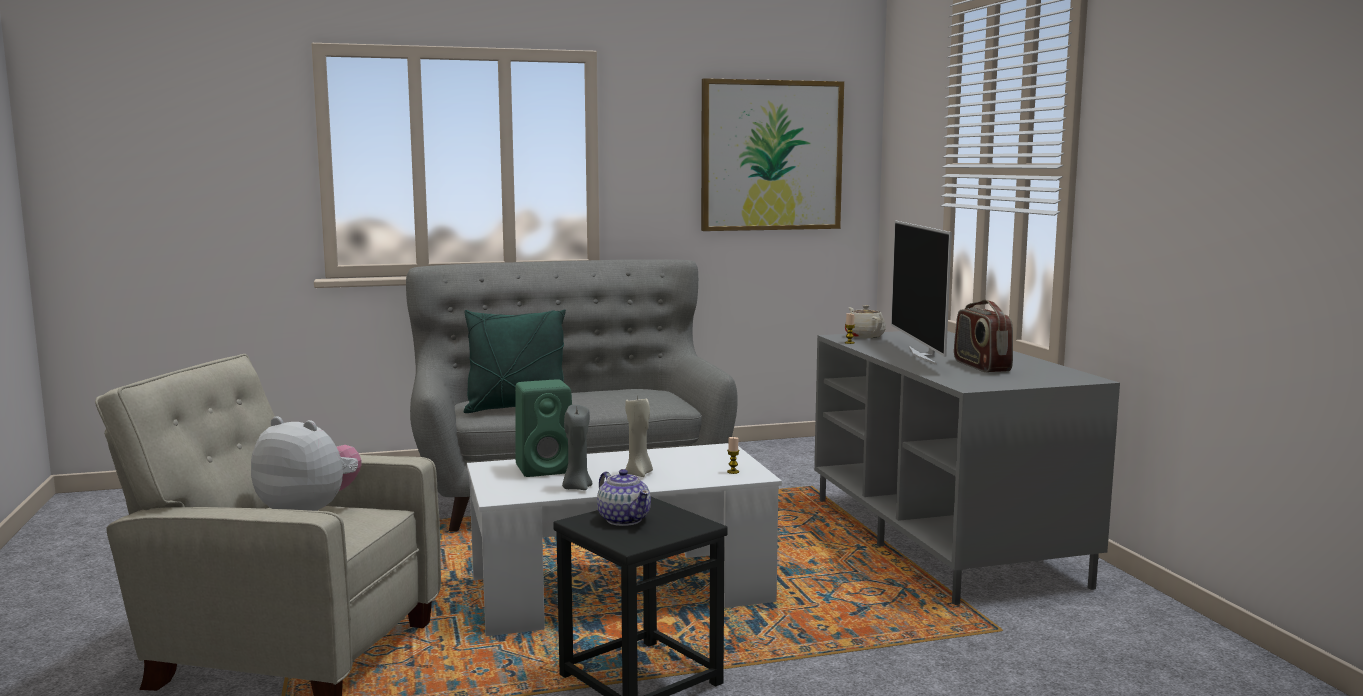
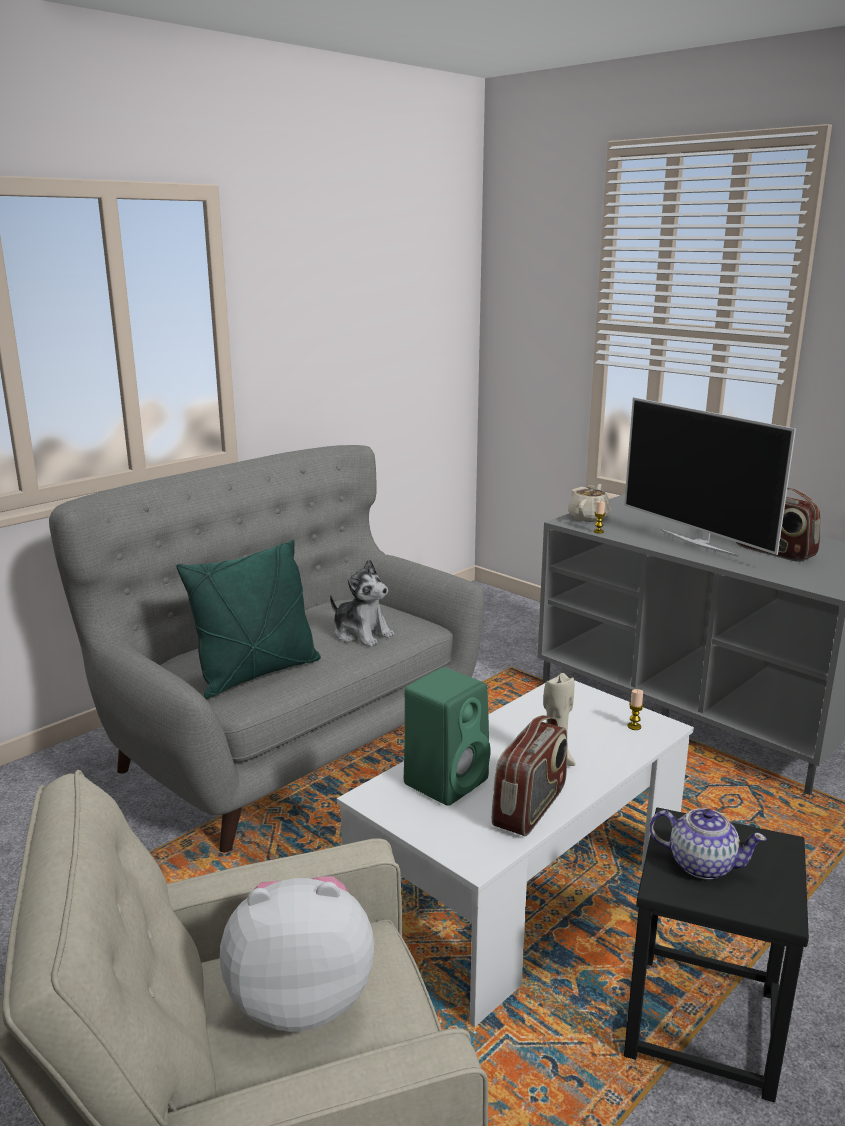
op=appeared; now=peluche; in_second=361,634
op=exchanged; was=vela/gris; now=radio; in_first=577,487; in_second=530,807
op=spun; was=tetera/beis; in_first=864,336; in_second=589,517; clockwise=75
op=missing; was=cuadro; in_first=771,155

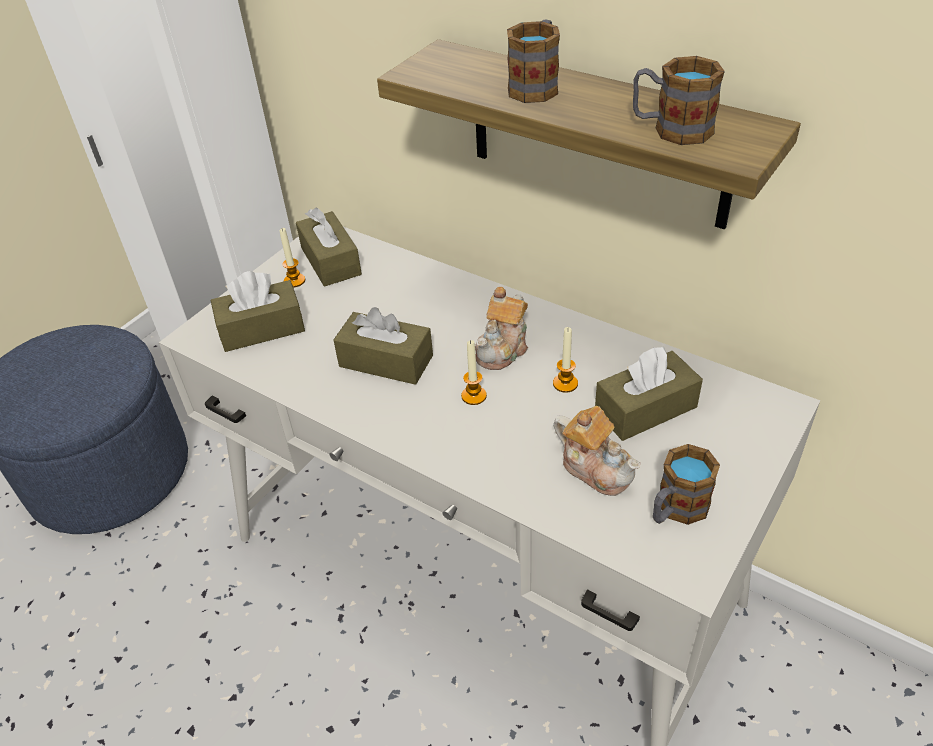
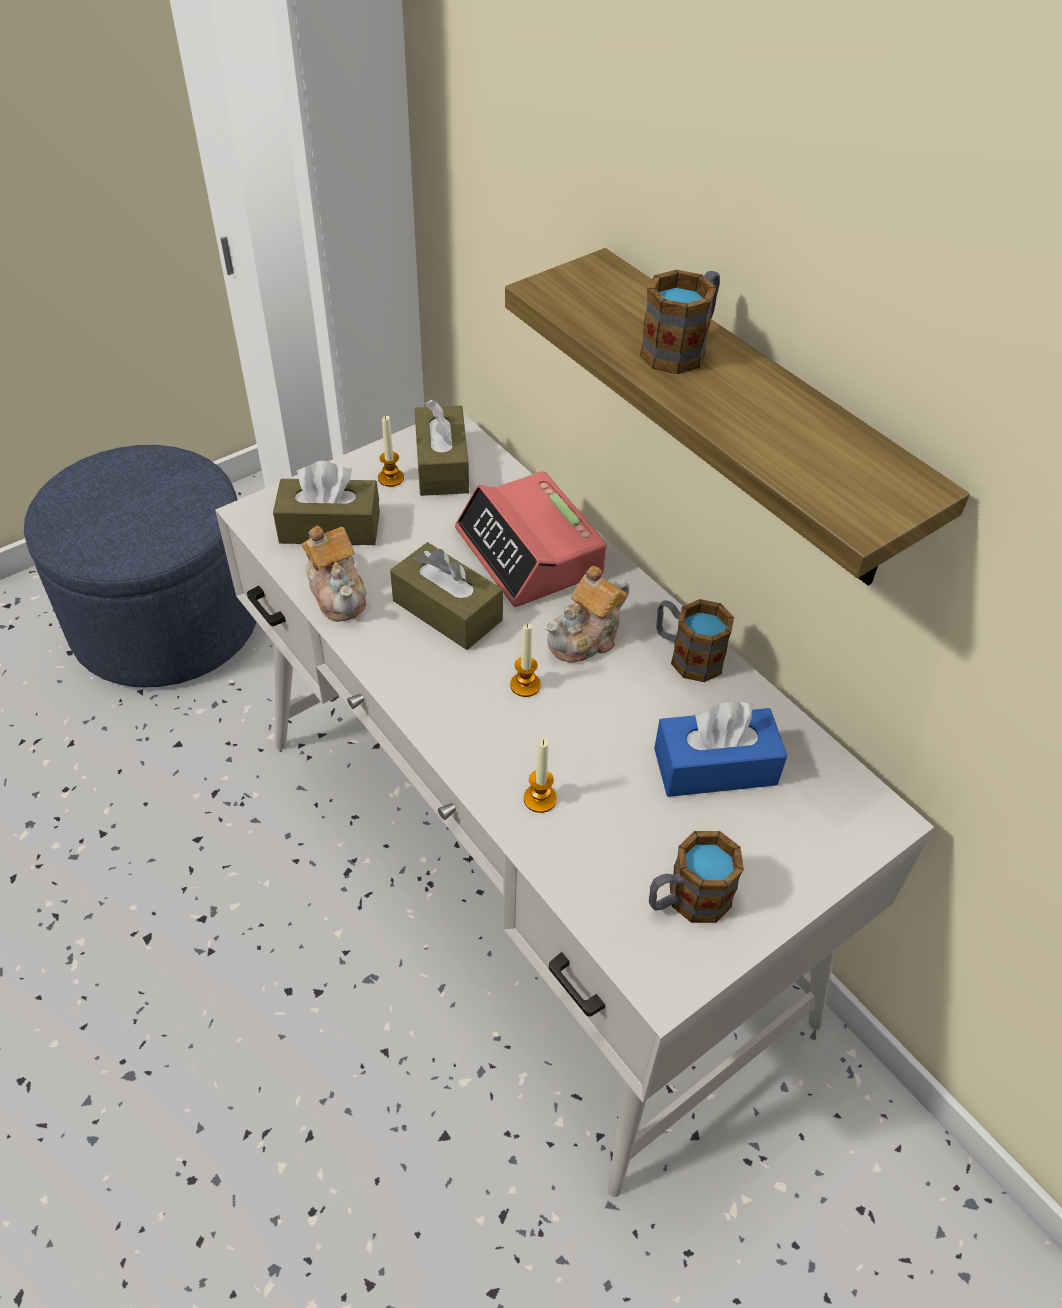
op=relocated; was=tetera; in_first=595,468; in_second=338,593
op=appeared; now=despertador; in_second=530,553
op=relocated; was=vela; in_first=565,383; in_second=540,799
op=colour; was=caja de pañuelos/marrón; now=caja de pañuelos/azul; in_first=645,409; in_second=715,766
op=relocated; was=taza grande; in_first=671,129; in_second=687,655

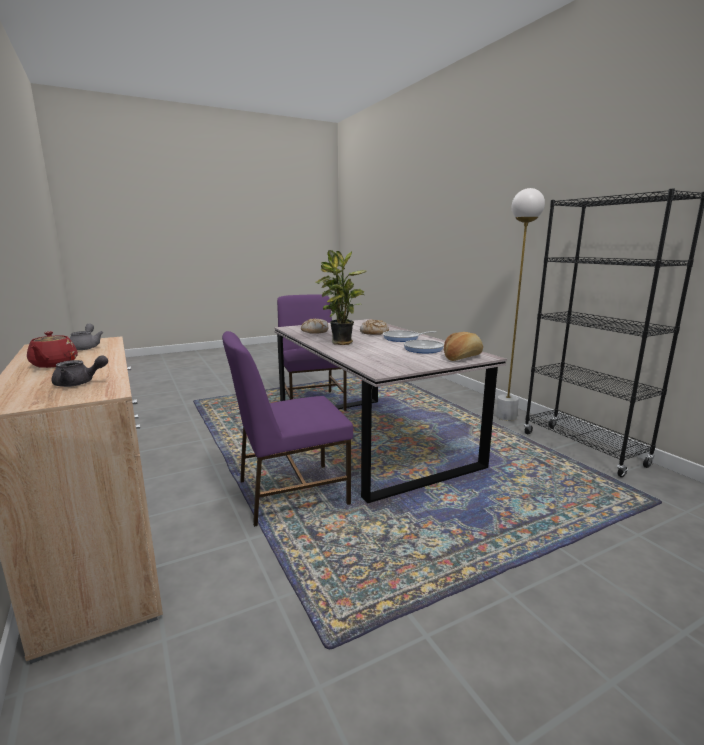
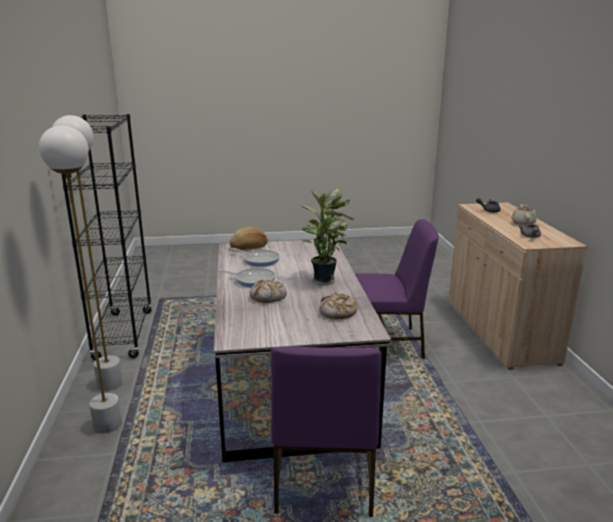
op=appeared; now=lámpara de pie/blanco; in_second=107,424
op=colour; was=tetera/rojo; now=tetera/beis; in_first=54,364; in_second=523,223

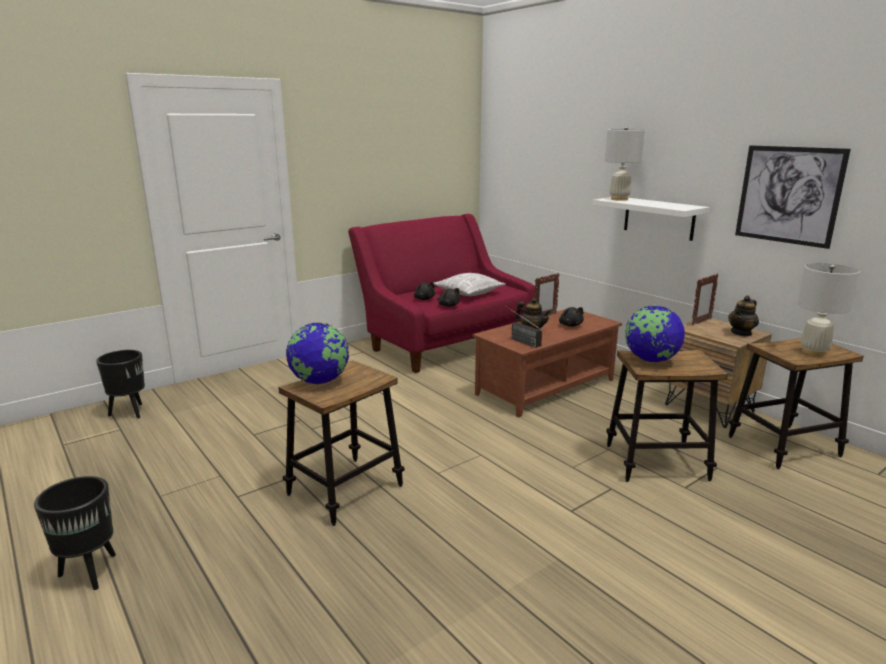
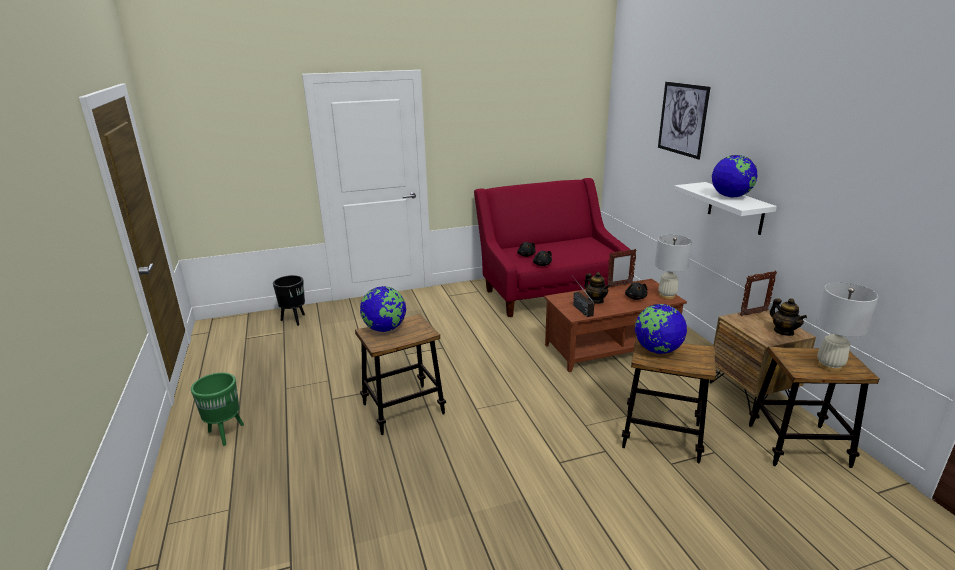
op=colour; was=maceta/negro; now=maceta/verde; in_first=90,572; in_second=225,433
op=relocated; was=lámpara de mesa/blanco; in_first=619,199; in_second=667,296
op=relocated; was=cuadro; in_first=788,195; in_second=682,119
op=appeared; now=globo terráqueo; in_second=730,196
op=spun; was=tetera; in_first=741,333; in_second=783,331; clockwise=-90
op=missing; was=cojín; in_first=469,293

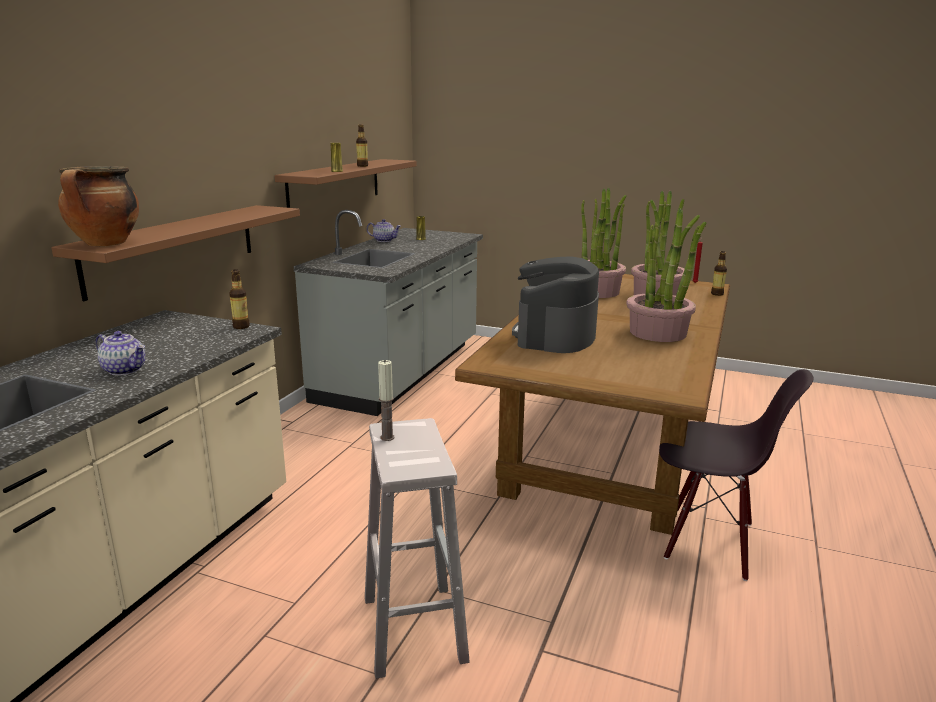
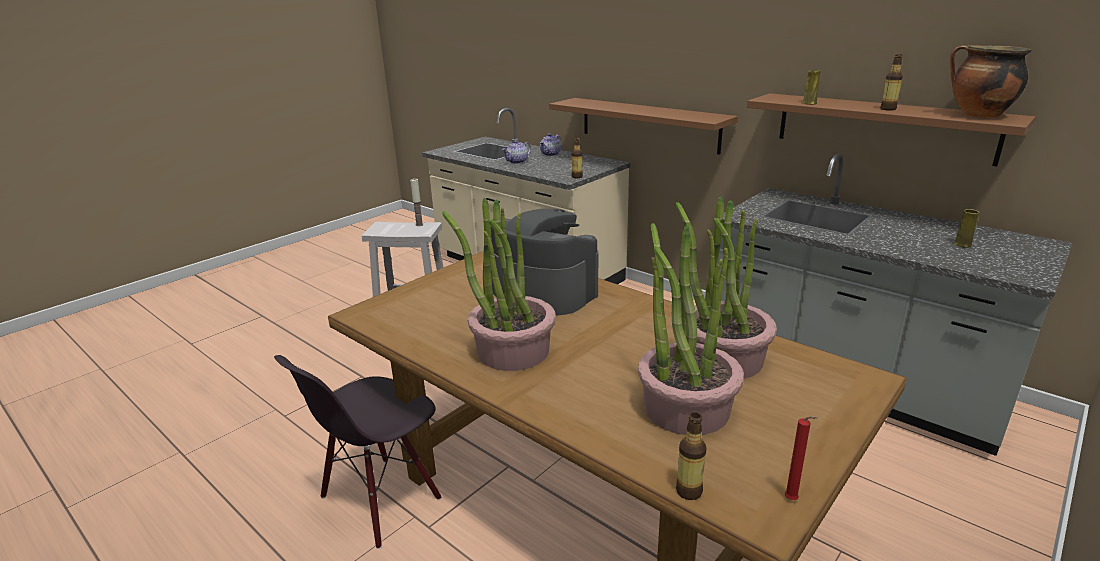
op=relocated; was=tetera; in_first=384,240; in_second=551,154
op=relocated; was=olla; in_first=106,244; in_second=978,115

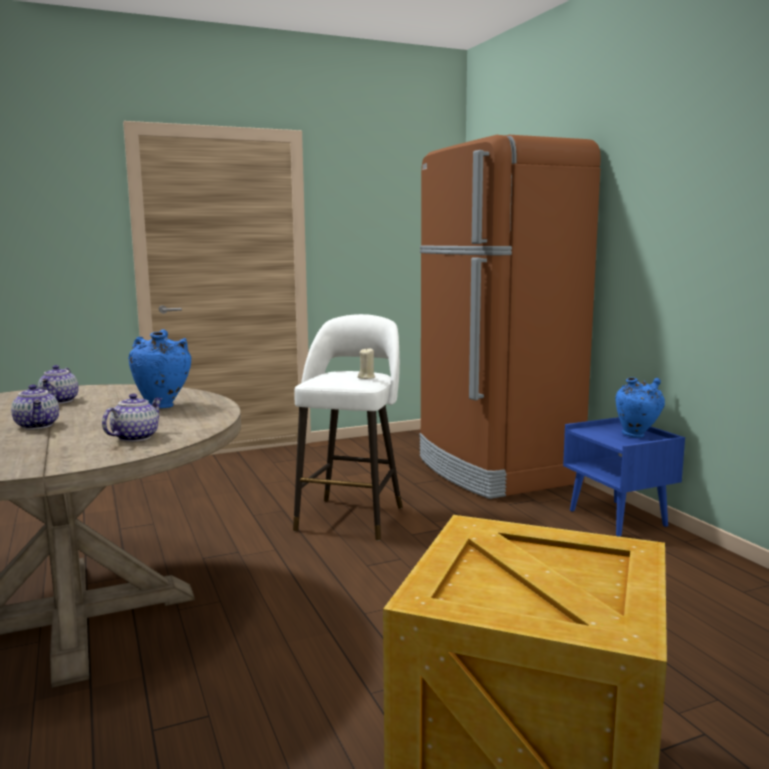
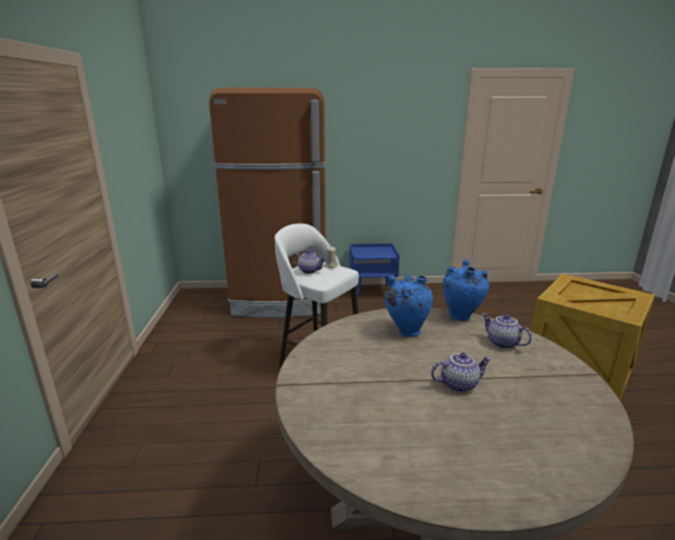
op=relocated; was=tetera; in_first=60,401; in_second=309,270
op=relocated; was=florero/azul; in_first=637,435; in_second=461,316

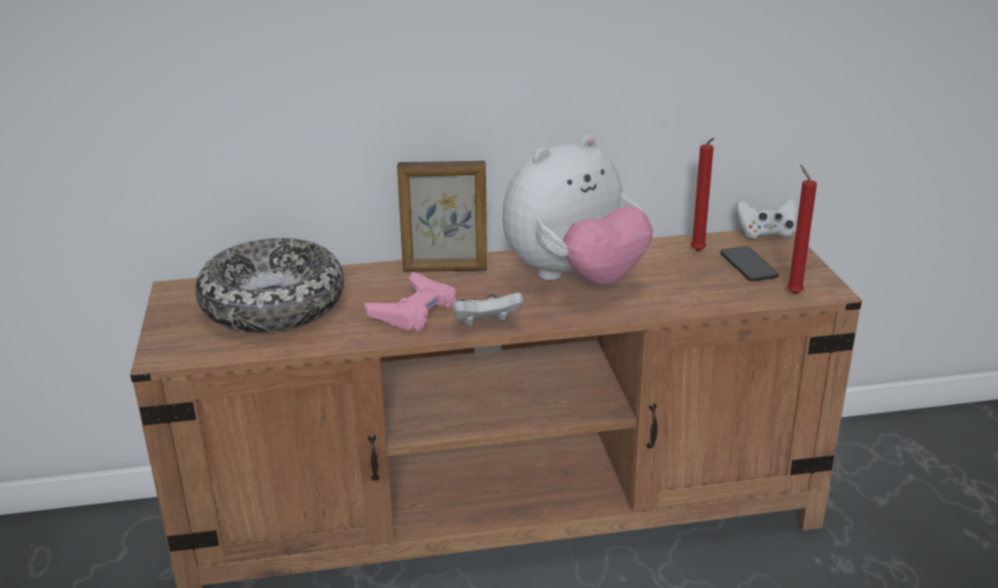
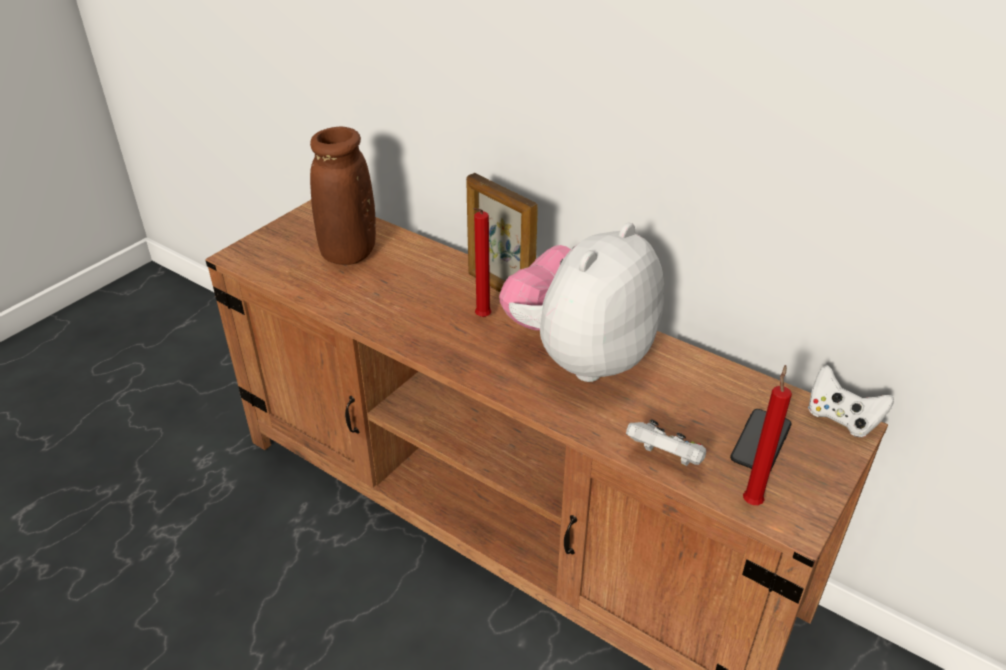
op=exchanged; was=cuenco; now=florero/marrón; in_first=273,305; in_second=349,253
op=relocated; was=vela/rojo; in_first=698,252; in_second=481,318
op=spun; was=peluche; in_first=574,278; in_second=580,357; clockwise=120
op=relocated; was=mando de consola/blanco; in_first=486,324; in_second=665,459
op=missing; was=mando de consola/rosa; in_first=414,310

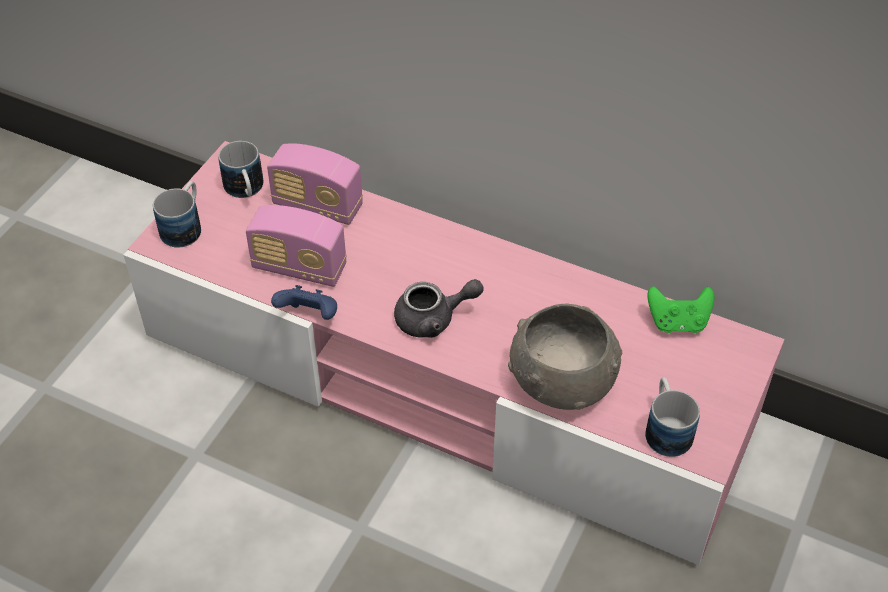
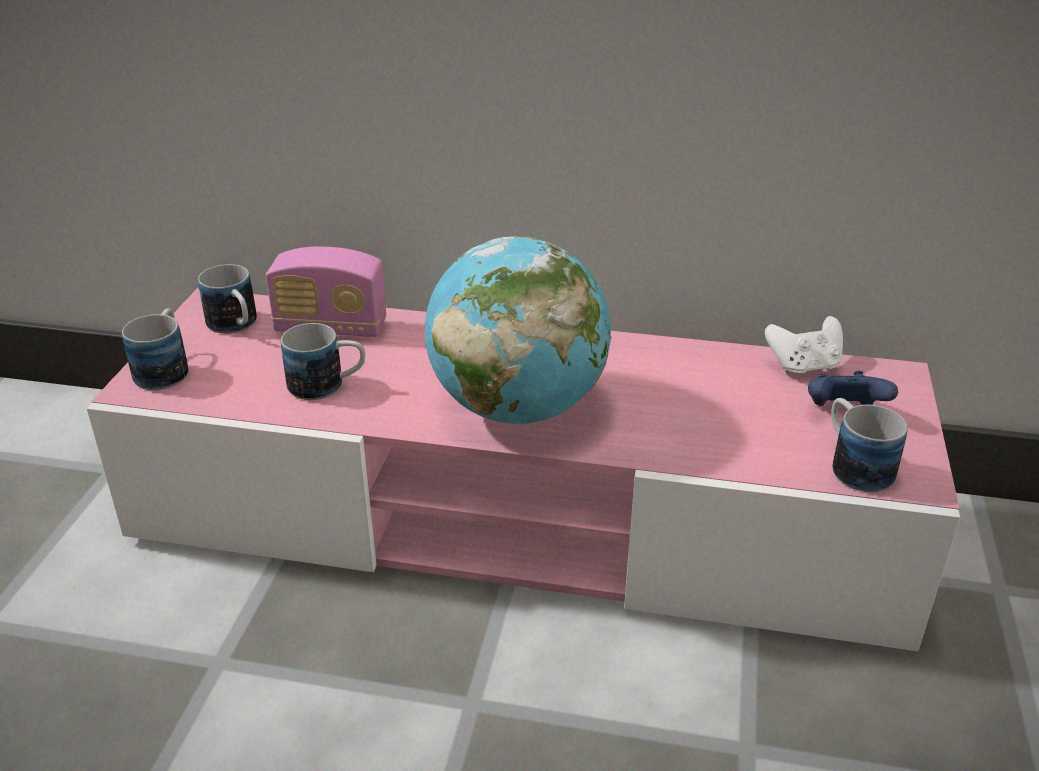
op=exchanged; was=radio; now=taza grande; in_first=299,268; in_second=328,385
op=exchanged; was=tetera/gris; now=globo terráqueo; in_first=433,319; in_second=517,408
op=colour; was=mando de consola/verde; now=mando de consola/blanco; in_first=677,322; in_second=803,366
op=relocated; was=mando de consola/azul; in_first=309,316; in_second=843,412
op=missing; was=cuenco/gris; in_first=562,380

